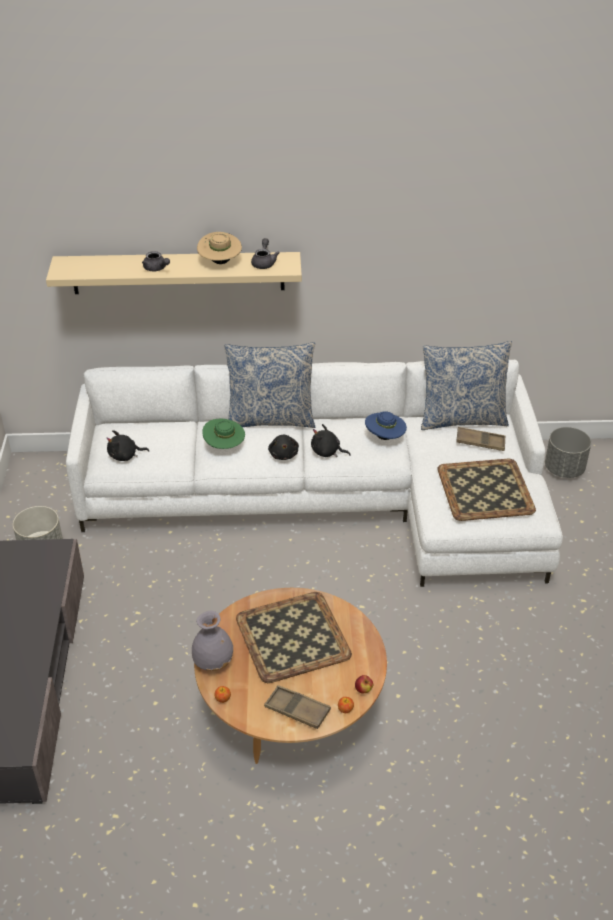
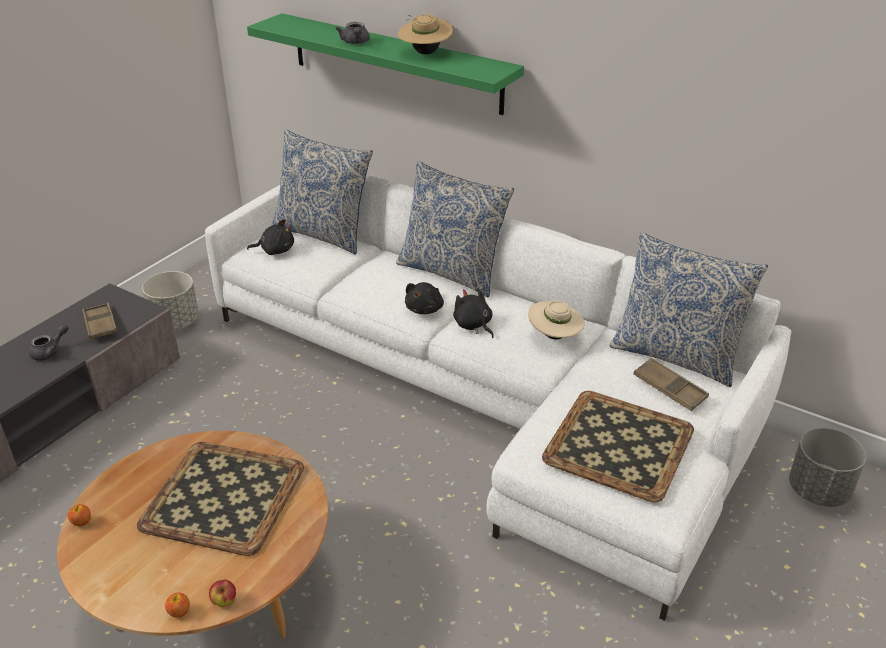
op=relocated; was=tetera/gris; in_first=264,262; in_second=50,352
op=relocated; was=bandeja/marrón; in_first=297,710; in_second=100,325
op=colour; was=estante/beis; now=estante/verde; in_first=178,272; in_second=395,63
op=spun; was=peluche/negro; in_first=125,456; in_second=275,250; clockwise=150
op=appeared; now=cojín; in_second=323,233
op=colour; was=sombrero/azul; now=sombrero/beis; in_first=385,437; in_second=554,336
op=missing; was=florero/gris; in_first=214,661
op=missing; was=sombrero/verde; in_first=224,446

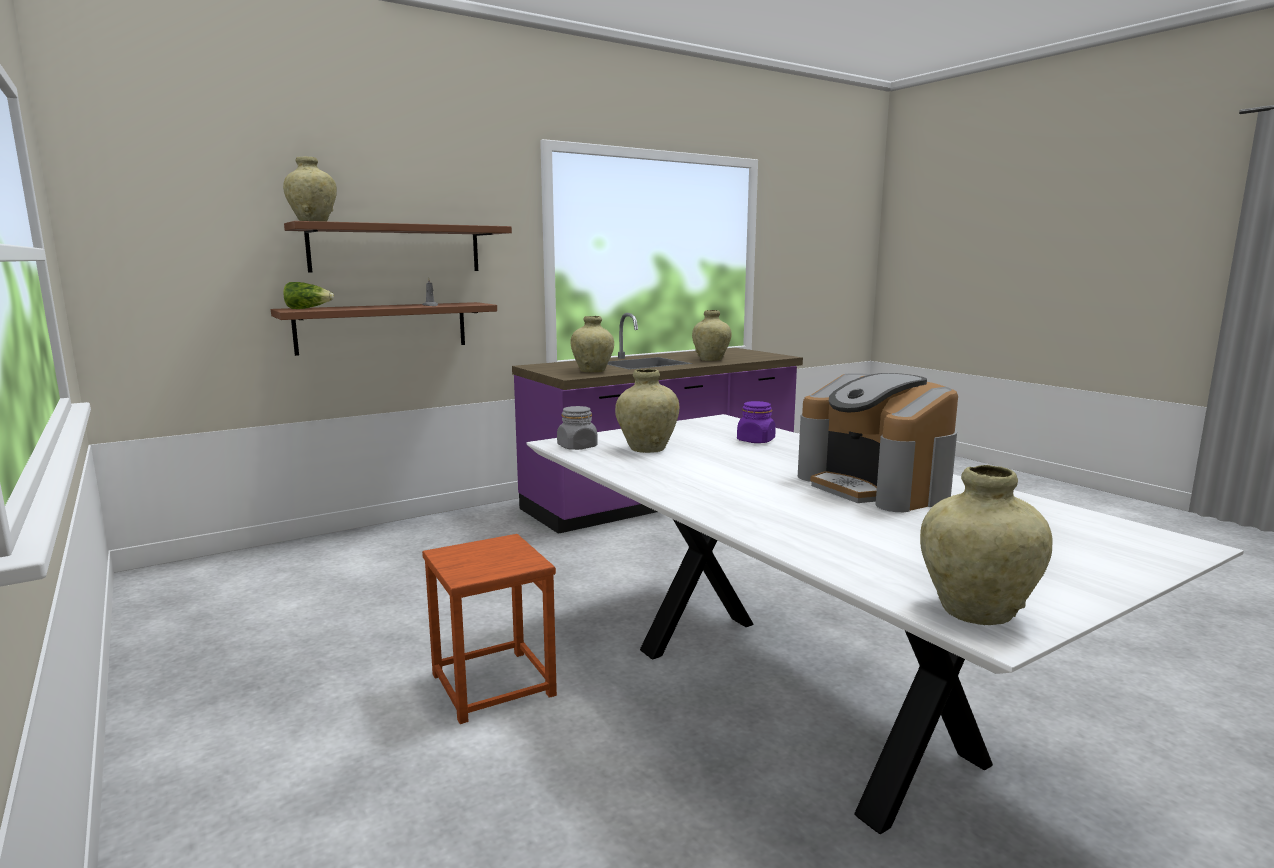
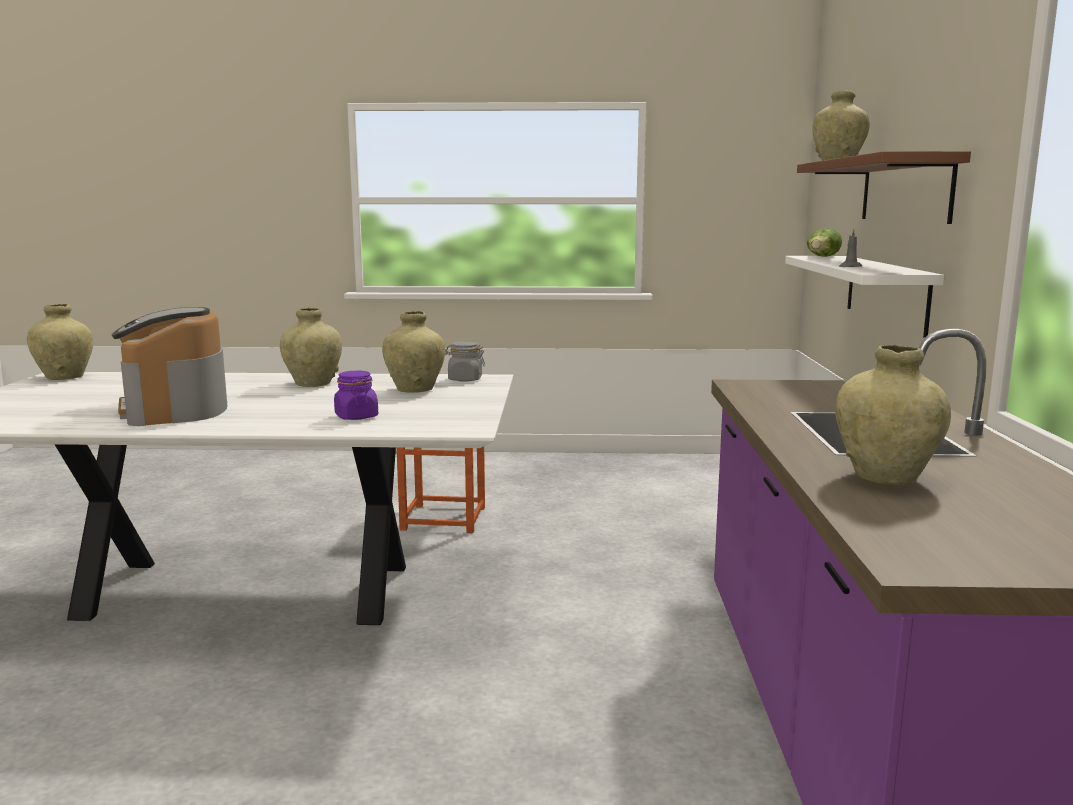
op=spun; was=cafetera; in_first=875,486; in_second=174,408; clockwise=-120
op=relocated; was=florero/beis; in_first=592,371; in_second=313,384
op=colour; was=estante/marrón; now=estante/blanco; in_first=382,327; in_second=886,292

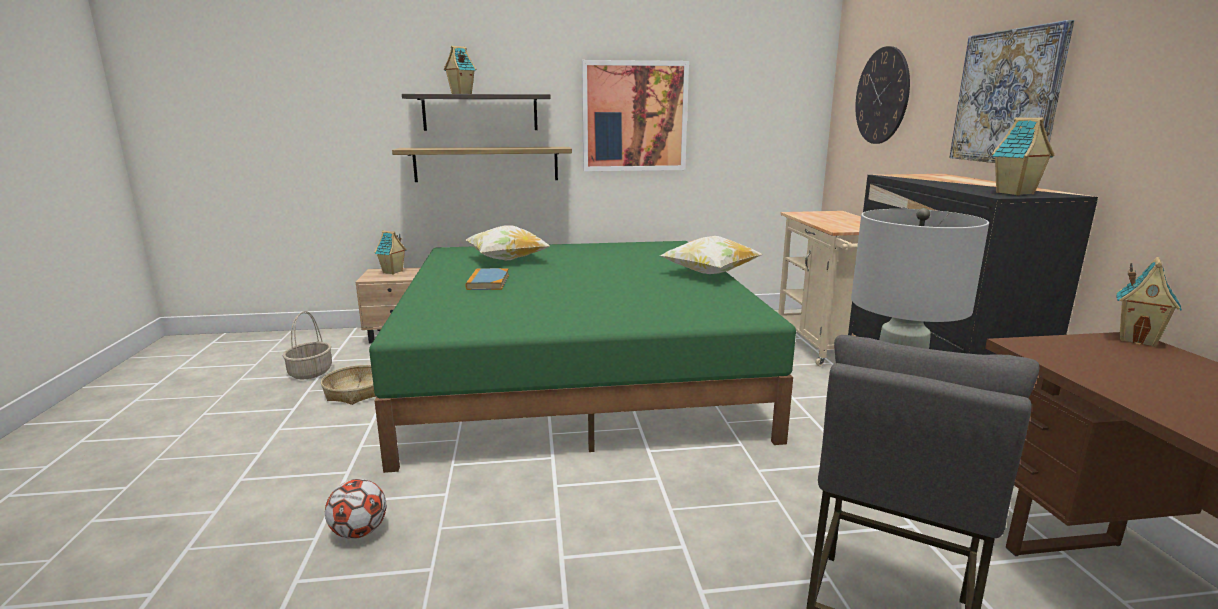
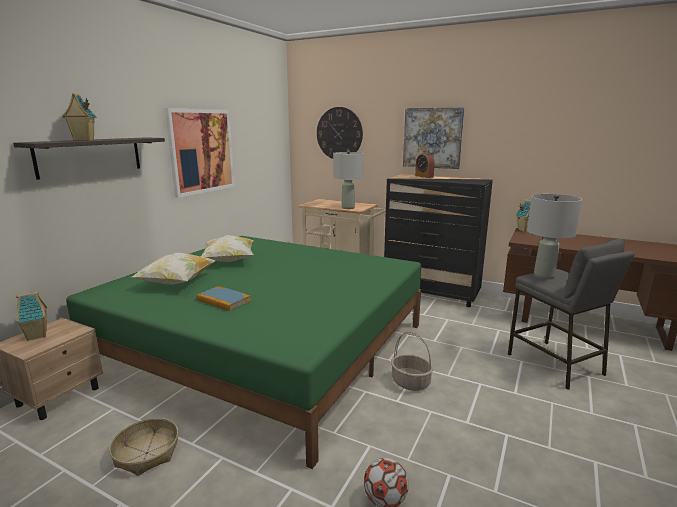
op=relocated; was=cojín; in_first=710,273; in_second=229,261
op=appeared; now=lámpara de mesa/gris; in_second=348,208
op=relocated; was=cesta; in_first=310,372; in_second=411,382
op=appeared; now=despertador; in_second=424,176
op=missing; was=estante; in_first=486,164
op=missing; was=casita; in_first=1015,193

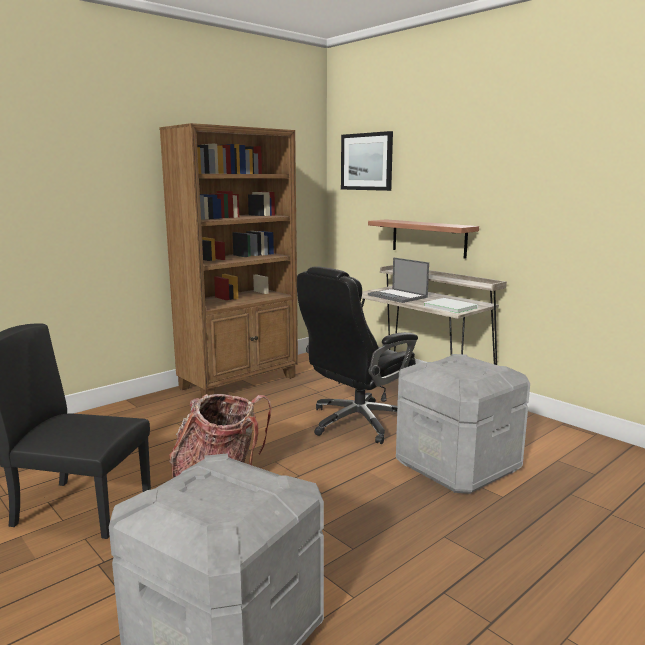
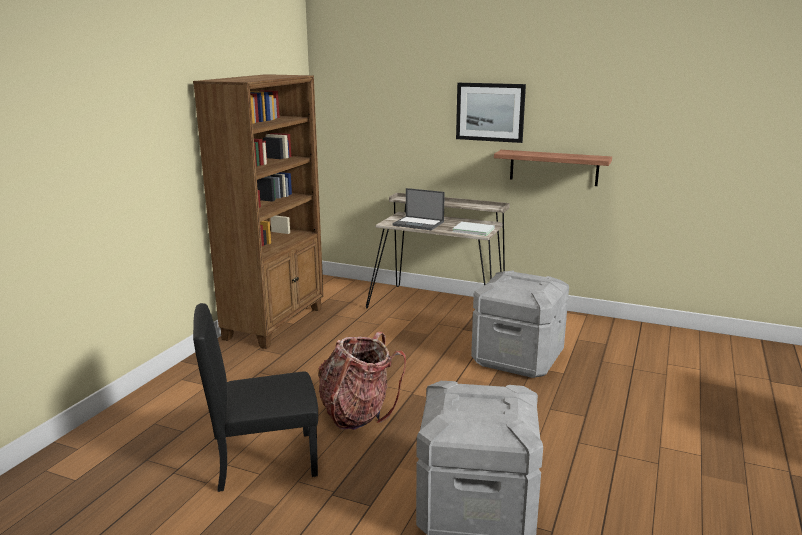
op=relocated; was=cuadro; in_first=366,161; in_second=490,112
op=relocated; was=estante; in_first=428,238; in_second=553,167
op=missing; was=silla de oficina/negro; in_first=356,422

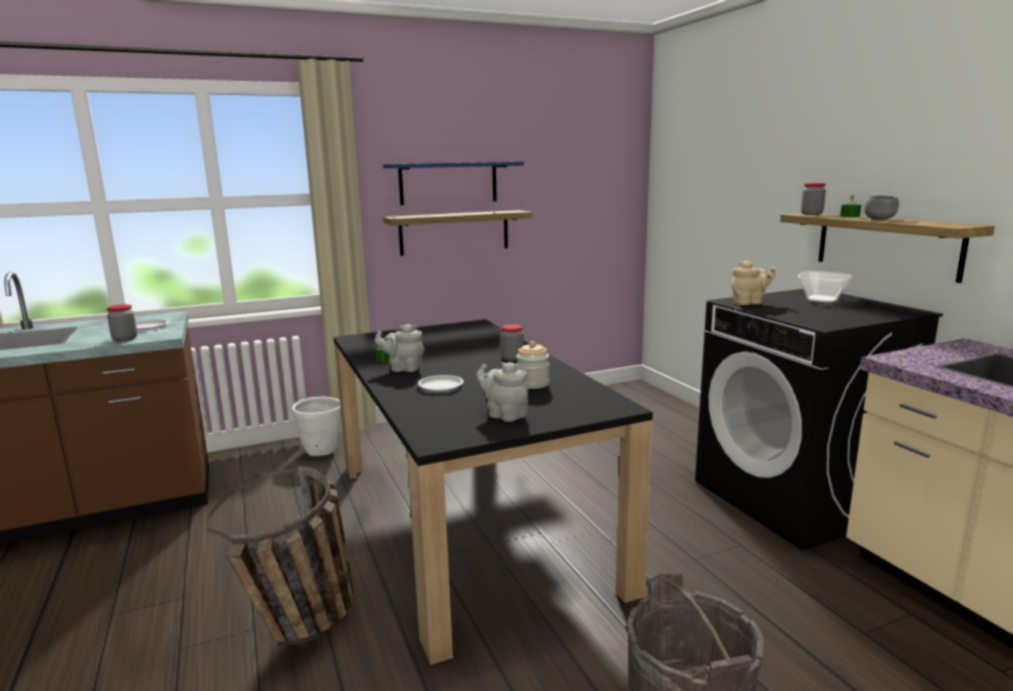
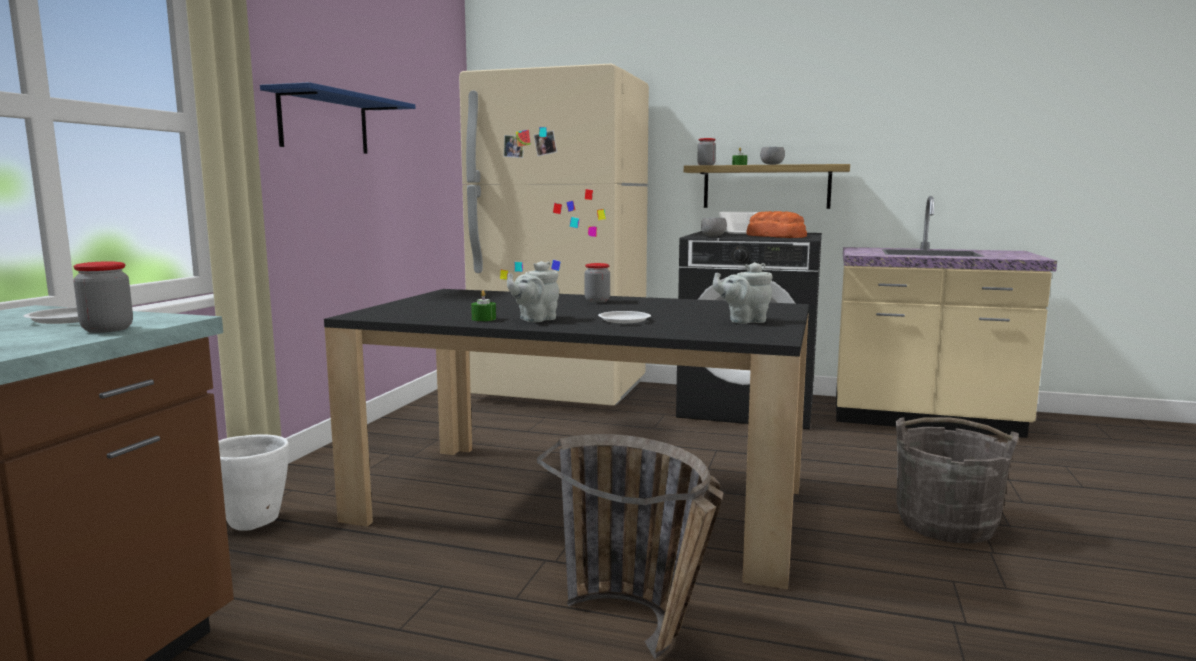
op=appeared; now=nevera/beis; in_second=561,391
op=exchanged; was=tetera/beis; now=cuenco/gris; in_first=749,303; in_second=713,236
op=appeared; now=pan; in_second=776,236
op=missing; was=estante; in_first=454,232
op=missing; was=tarro; in_first=532,384

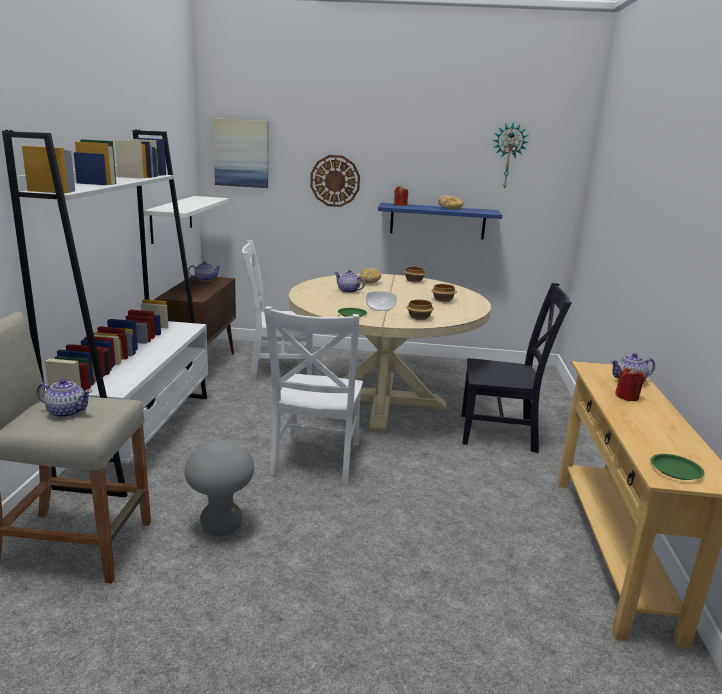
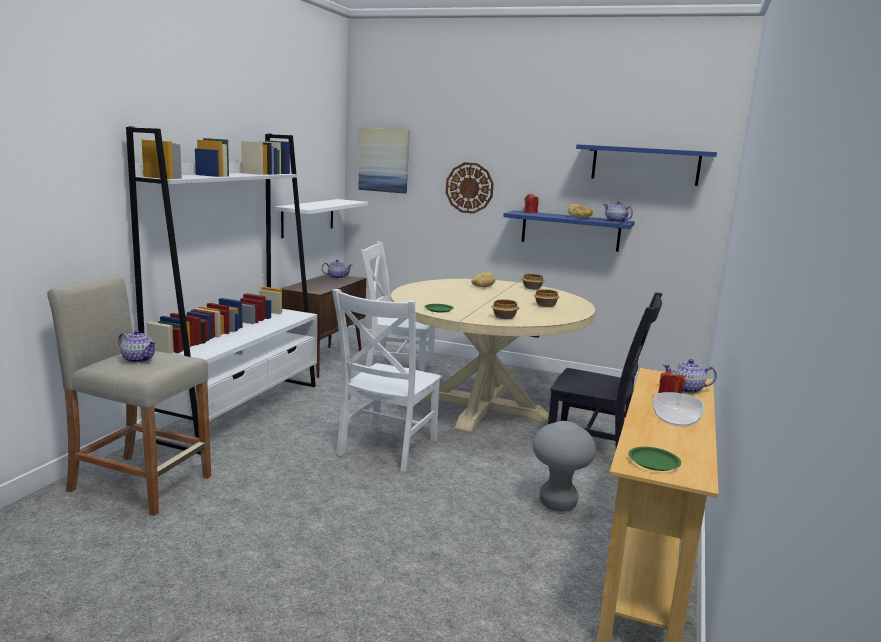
op=relocated; was=taburete/gris; in_first=221,526; in_second=557,504
op=exchanged; was=reloj de pared; now=estante/azul; in_first=508,156; in_second=645,165
op=relocated; was=tetera; in_first=348,291; in_second=616,221
op=relocated; was=cuenco; in_first=381,308; in_second=676,419

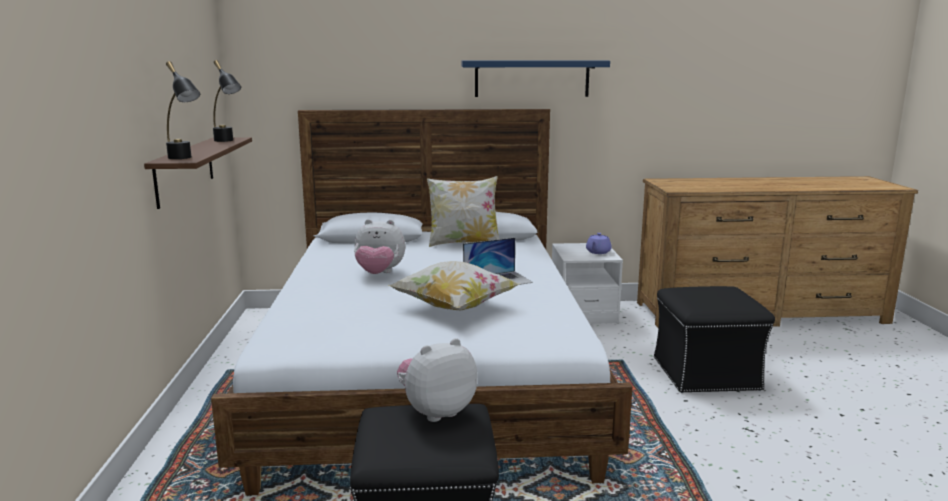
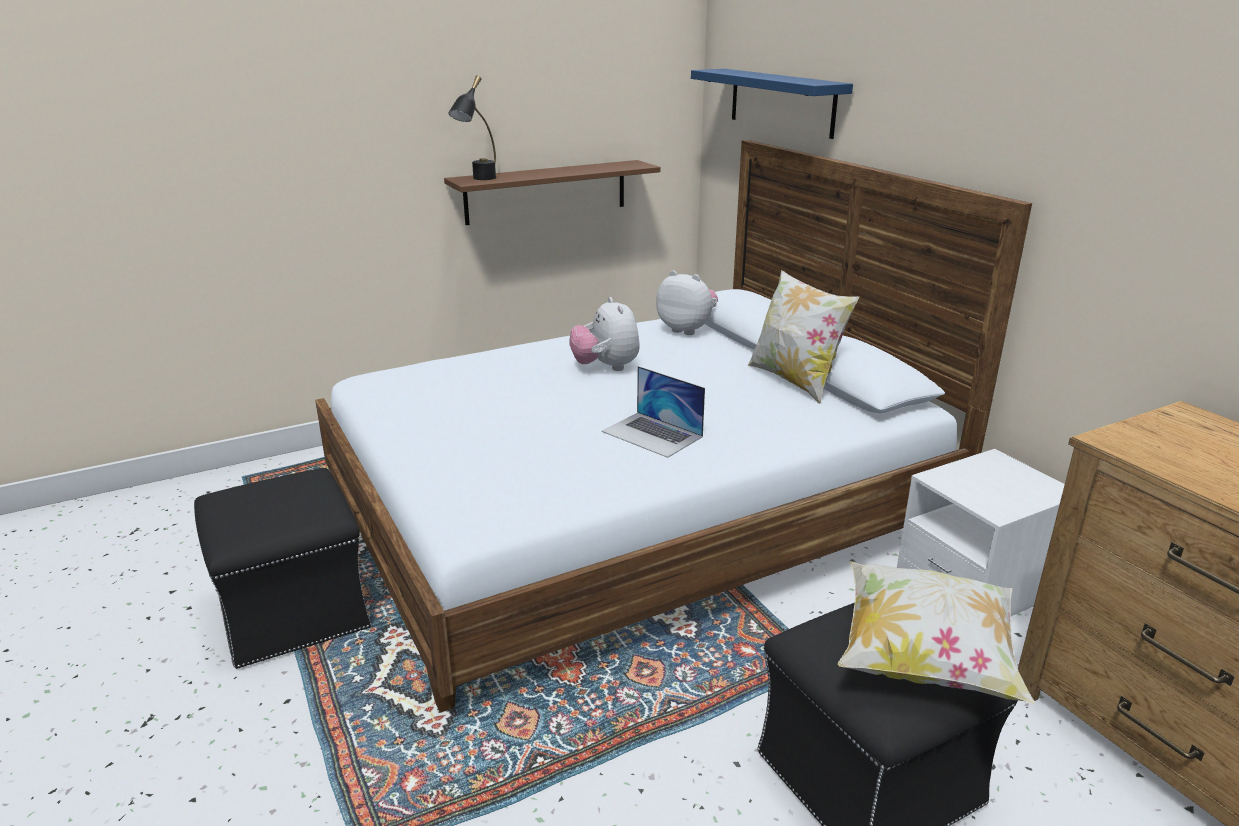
op=relocated; was=peluche; in_first=436,411; in_second=687,329
op=relocated; was=estante/azul; in_first=532,78; in_second=781,102
op=relocated; was=cojín; in_first=454,307; in_second=924,659
op=missing; was=lámpara de mesa/negro; in_first=227,141
op=missing; was=tetera/morado; in_first=598,252

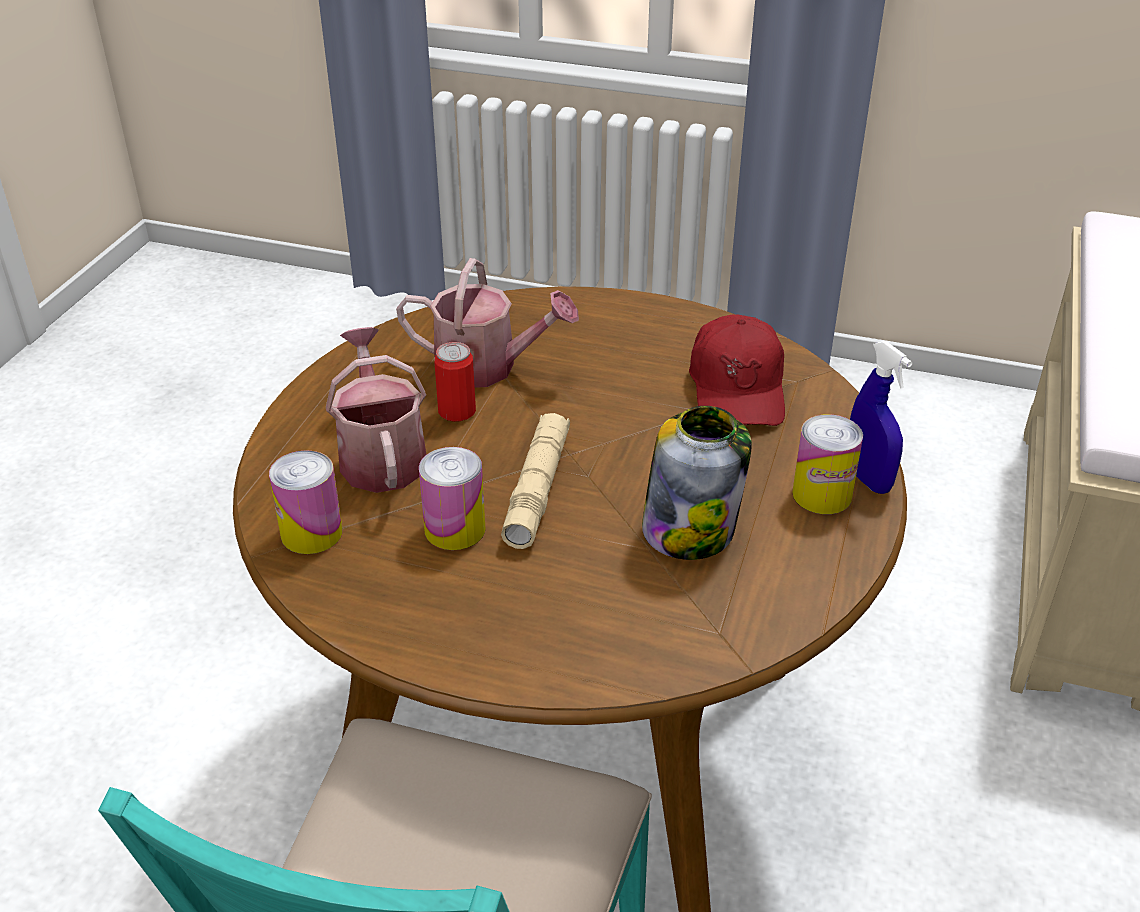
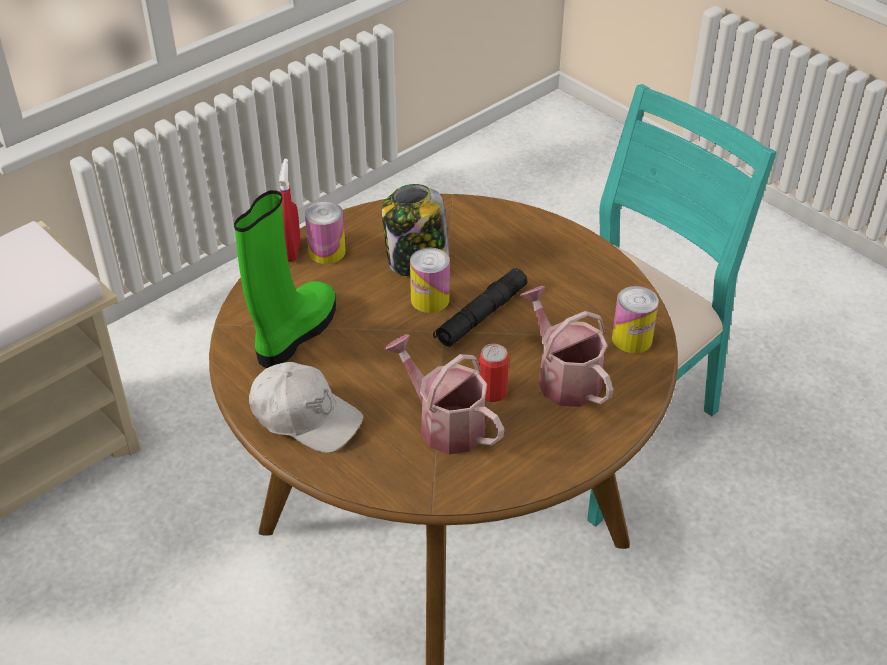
op=exchanged; was=gorra/rojo; now=bota/verde; in_first=737,389; in_second=294,334
op=appeared; now=gorra/blanco; in_second=305,417
op=colour; was=pulverizador/azul; now=pulverizador/rojo; in_first=867,479; in_second=292,250
op=relocated; was=lata; in_first=455,529; in_second=430,299
op=colour; was=linterna/beis; now=linterna/negro; in_first=537,489; in_second=481,316
op=spun; was=regadera; in_first=381,455; in_second=563,377; clockwise=135

